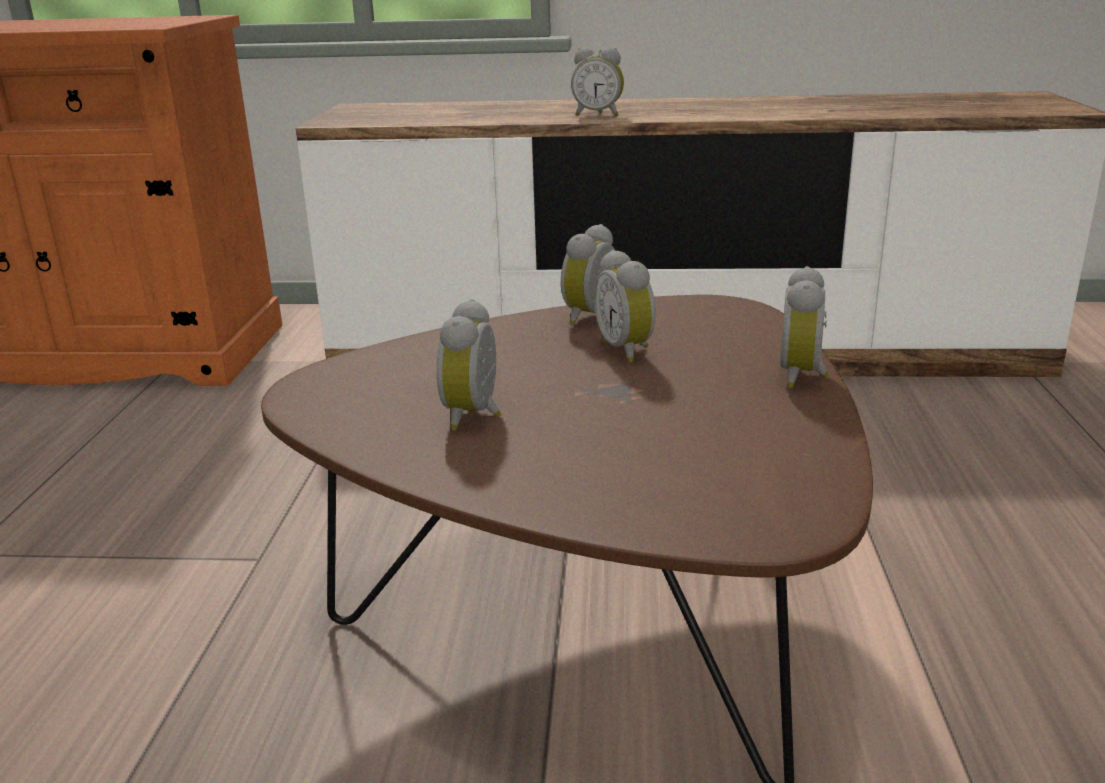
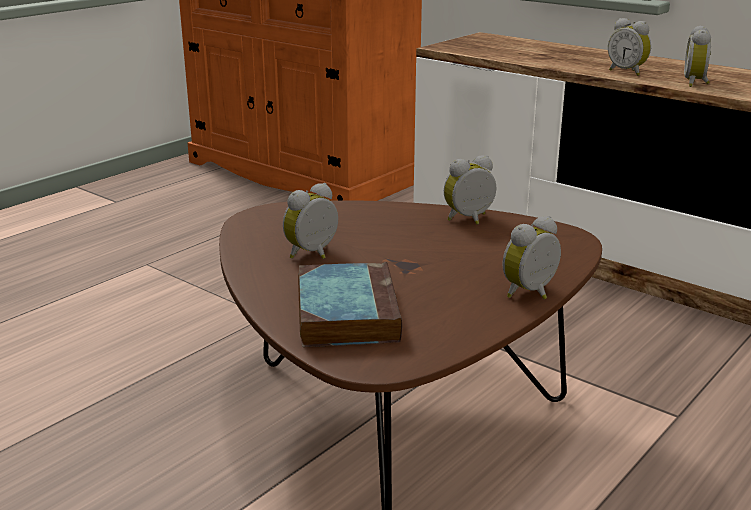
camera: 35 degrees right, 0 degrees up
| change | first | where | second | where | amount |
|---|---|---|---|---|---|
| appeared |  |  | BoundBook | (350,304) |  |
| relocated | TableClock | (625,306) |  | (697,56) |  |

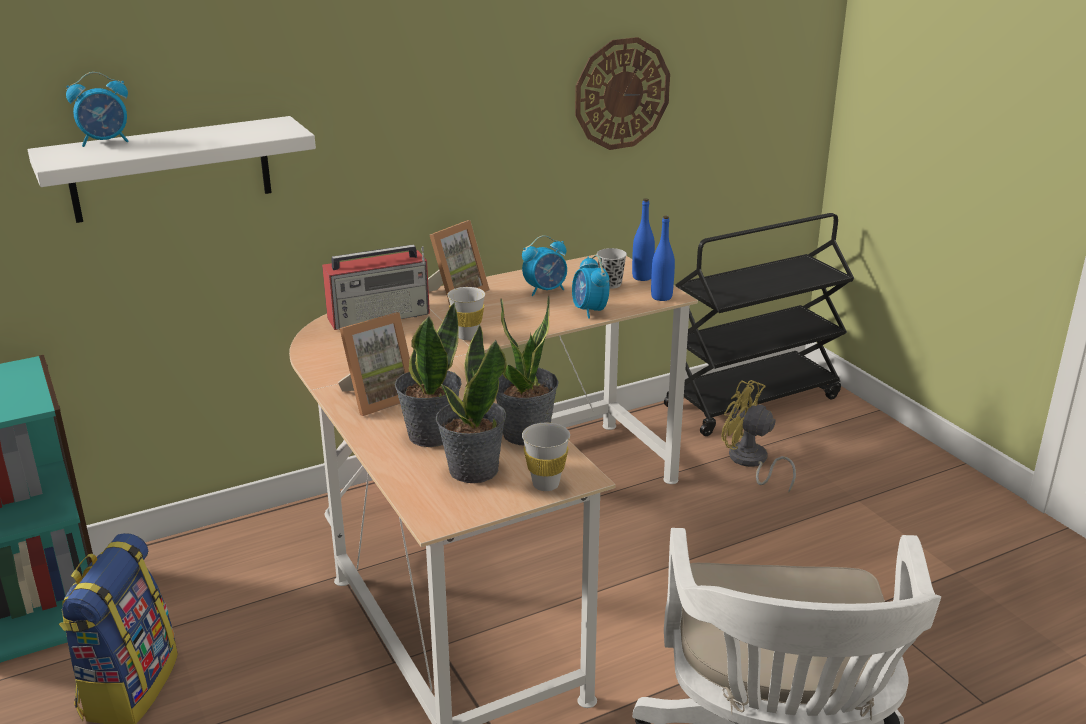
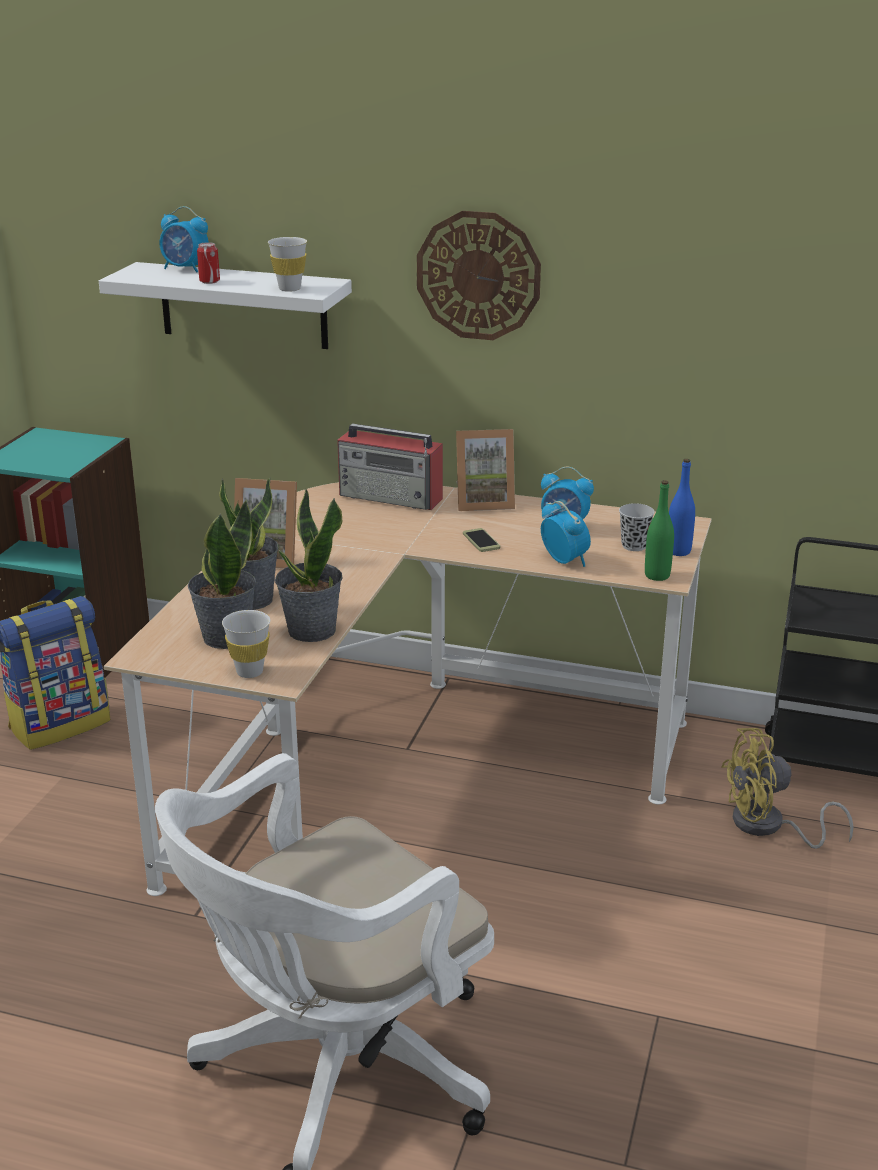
camera: 45 degrees right, 0 degrees up
| change | first | where | second | where | amount |
|---|---|---|---|---|---|
| appeared |  |  | SealedCan | (208,263) |  |
| relocated | WhitishDrinkingCup | (466,313) |  | (287,264) |  |
| relocated | WallClock | (622,93) |  | (479,275) |  |
| appeared |  |  | Telephone | (481,540) |  |
| spun | TableClock | (591,287) |  | (566,534) | 120 degrees clockwise |
| colour | BlueDrinkBottle | (663,258) | GreenColouredDrinkBottle | (659,530) |  |
| spun | YellowishElectricFan | (758,436) |  | (787,788) | 90 degrees counterclockwise |

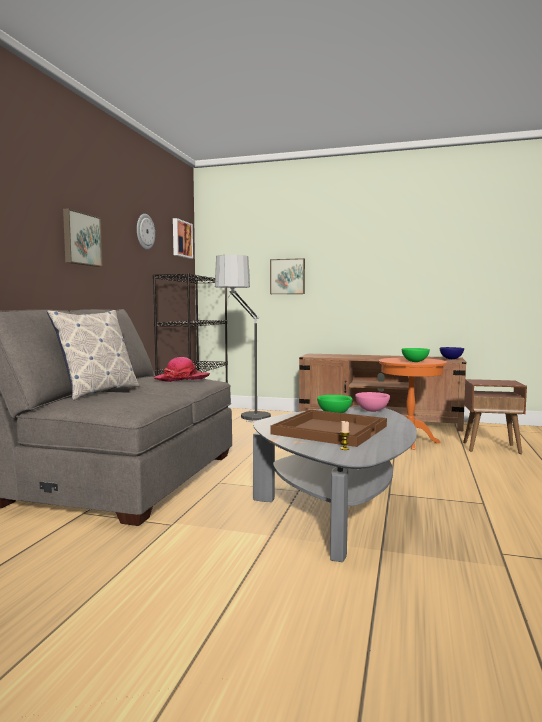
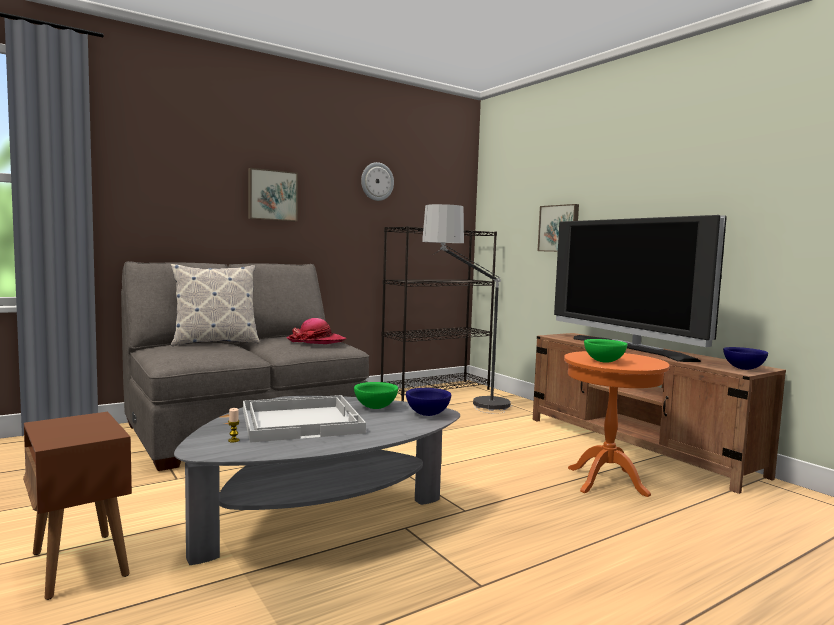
camera: 40 degrees right, 0 degrees up
| change | first | where | second | where | amount |
|---|---|---|---|---|---|
| relocated | BrownishEndTable | (495,416) |  | (77,506) |  |
| colour | BrownishServingTray | (329,428) | WhitishServingTray | (304,419) |  |
| colour | PinkishDeepDish | (372,402) | BlueDeepDish | (428,402) |  |
| appeared |  |  | Tv | (640,288) |  |
| missing | WallArt | (183,238) |  |  |  |

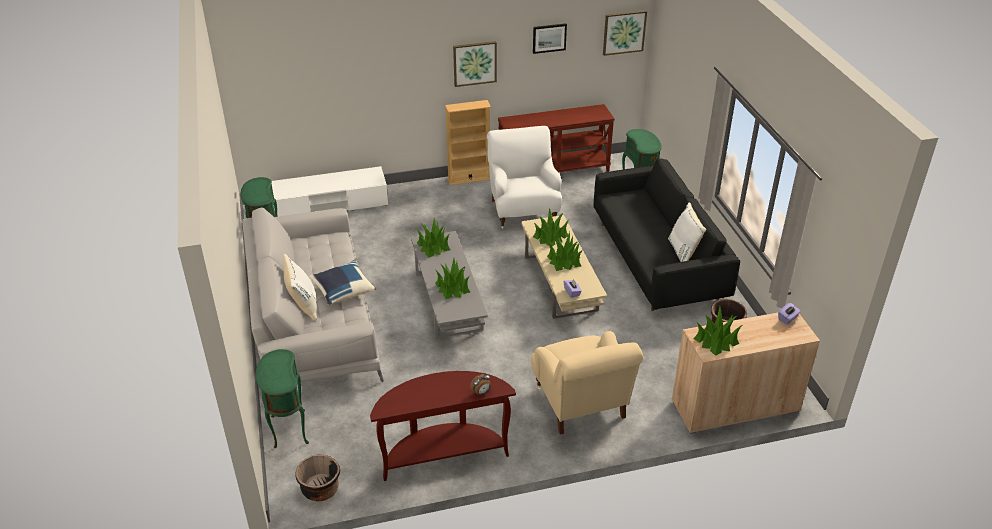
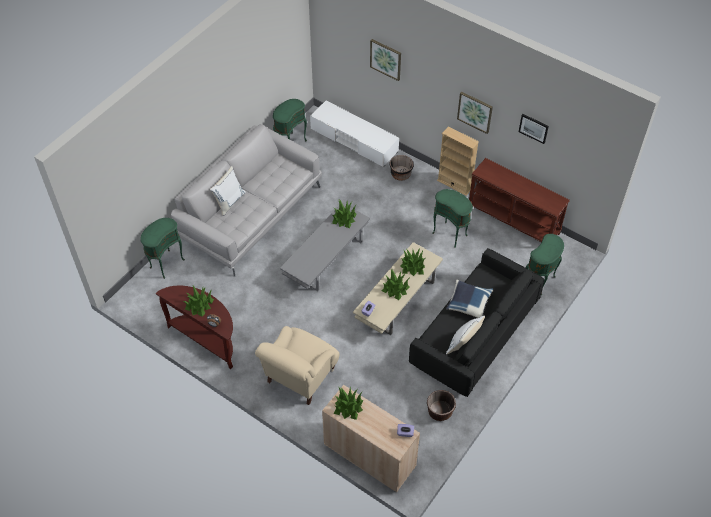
camera: 50 degrees right, 15 degrees up
| change | first | where | second | where | amount |
|---|---|---|---|---|---|
| relocated | Houseplant | (452,278) |  | (199,301) |  |
| relocated | WallArt | (625,33) |  | (385,60) |  |
| relocated | BlackishPlantPot | (317,478) |  | (401,168) |  |
| exchanged | WhitishArmchair | (524,177) | GreenColouredEndTable | (452,218) |  |
| relocated | BlueThrowPillow | (342,282) |  | (469,298) |  |

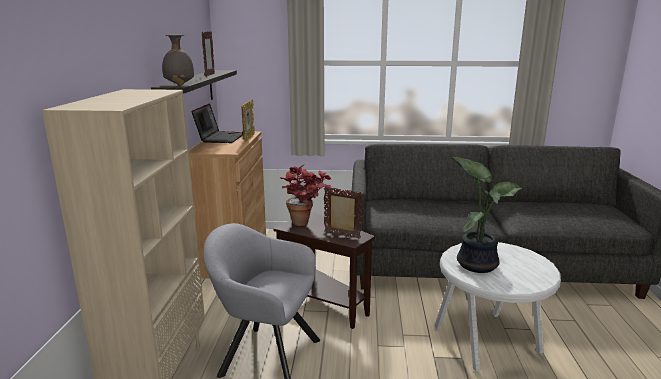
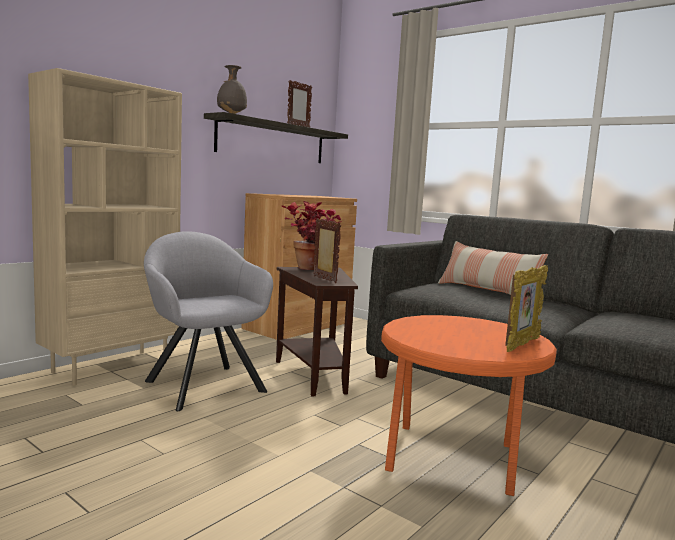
camera: 35 degrees right, 10 degrees down
| change | first | where | second | where | amount |
|---|---|---|---|---|---|
| colour | WhitishEndTable | (498,306) | OrangeyEndTable | (469,405) |  |
| appeared |  |  | ThrowPillow | (493,268) |  |
| relocated | PictureFrame | (248,120) |  | (526,308) |  |
| missing | PortableComputer | (217,123) |  |  |  |
| missing | Houseplant | (487,215) |  |  |  |

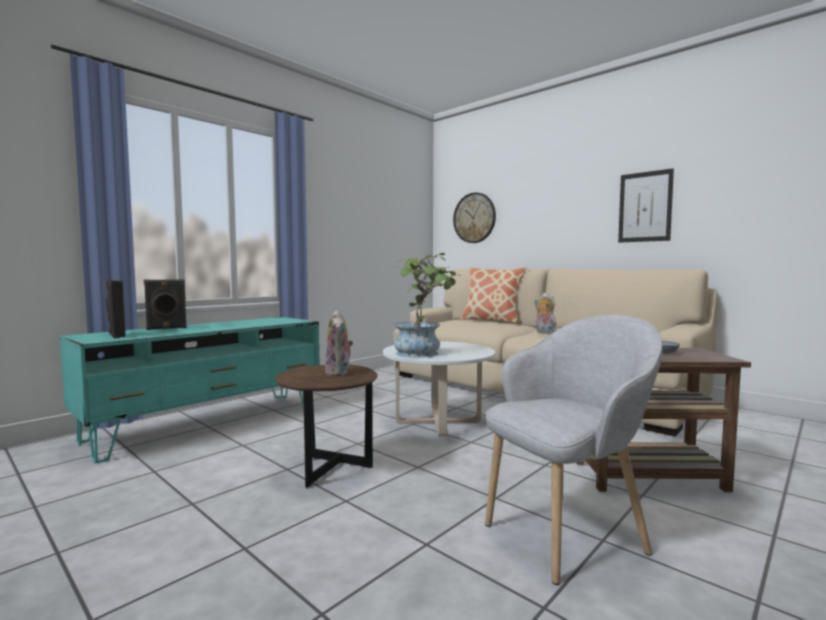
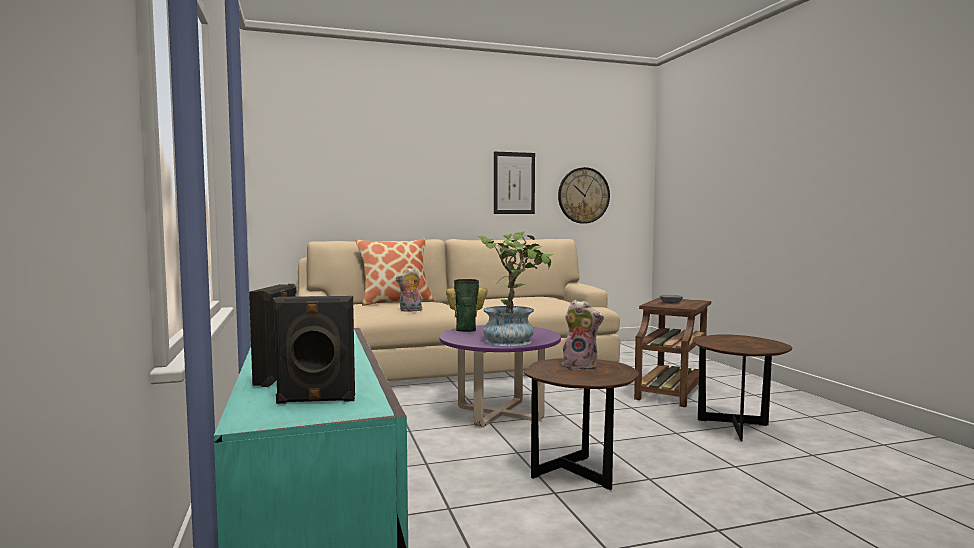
camera: 60 degrees left, 0 degrees up
| change | first | where | second | where | amount |
|---|---|---|---|---|---|
| relocated | SoftToy | (545,313) |  | (409,290) |  |
| colour | WhitishCoffeeTable | (439,389) | PurpleCoffeeTable | (500,376) |  |
| appeared |  |  | DecorativeVase | (467,305) |  |
| relocated | WallClock | (474,217) |  | (584,195) |  |
| exchanged | GreyishArmchair | (573,450) | BrownishEndTable | (742,388) |  |

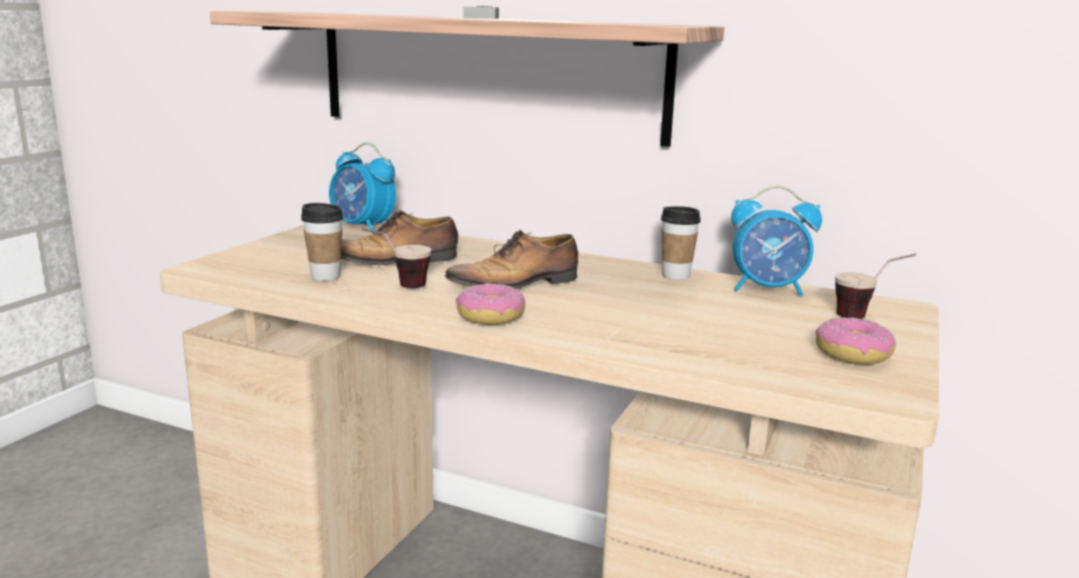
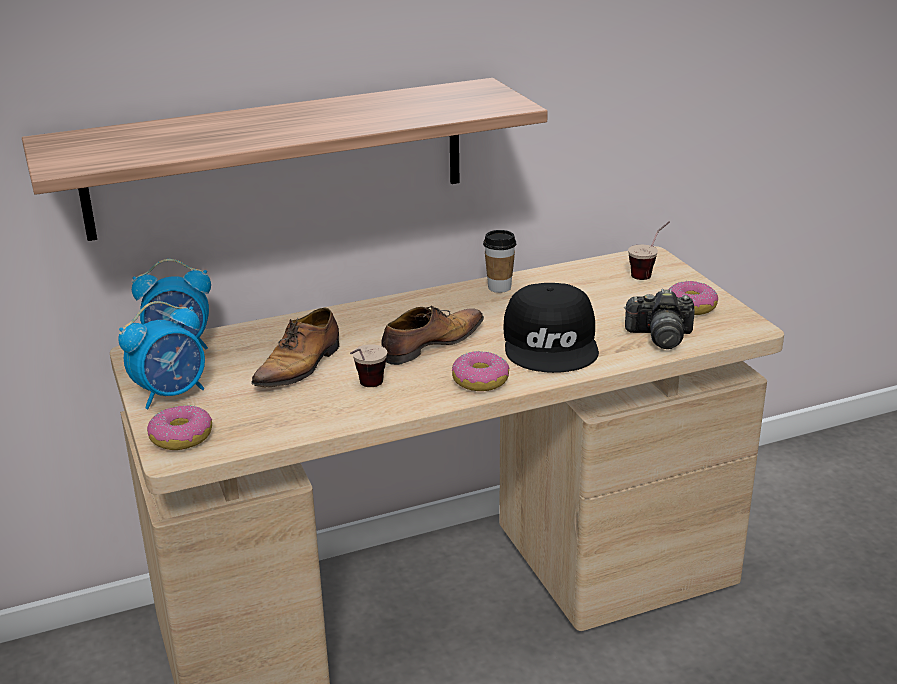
camera: 45 degrees left, 10 degrees up
| change | first | where | second | where | amount |
|---|---|---|---|---|---|
| relocated | TableClock | (776,240) |  | (161,355) |  |
| appeared |  |  | RingDoughnut | (179,427) |  |
| spun | ItemOfFootwear | (511,259) |  | (433,335) | 150 degrees counterclockwise |
| appeared |  |  | BlackishCap | (551,328) |  |
| appeared |  |  | PhotoCamera | (659,319) |  |
| missing | DrinkingCup | (322,242) |  |  |  |
| missing | Joypad | (481,12) |  |  |  |

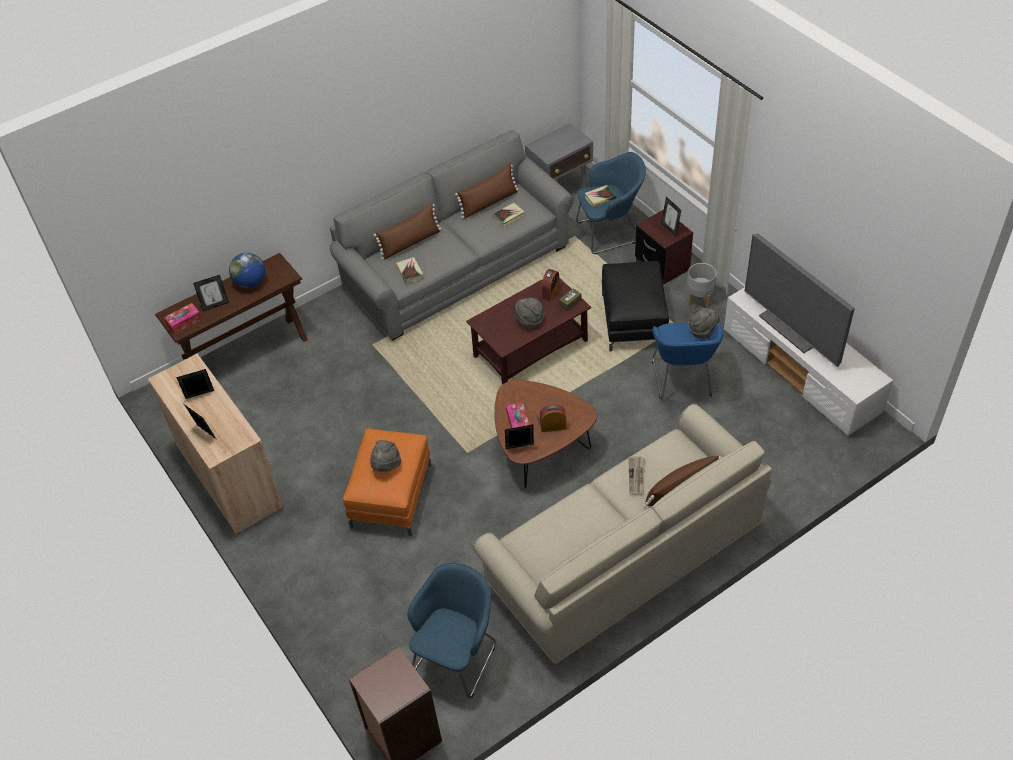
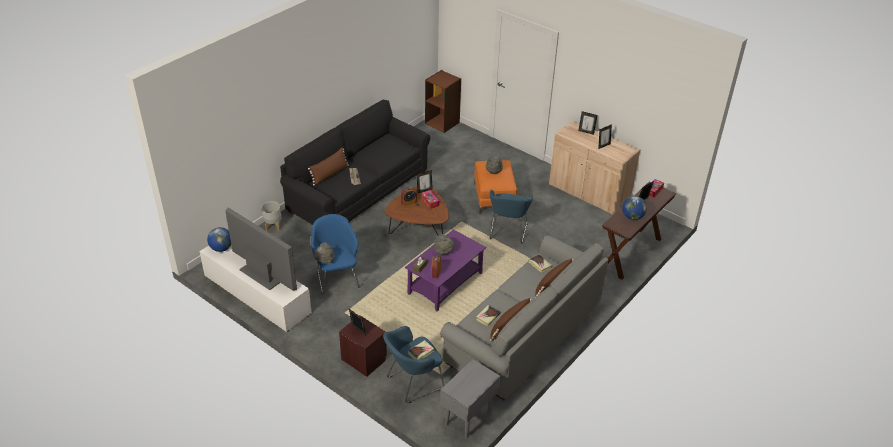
camera: 160 degrees right, 10 degrees down
| change | first | where | second | where | amount |
|---|---|---|---|---|---|
| appeared |  |  | DeskGlobe | (219,239) |  |
| relocated | GreyishPlantPot | (701,285) |  | (271,216) |  |
| colour | BeigeSettee | (622,534) | BlackishSettee | (355,162) |  |
| colour | BrownishCoffeeTable | (528,331) | PurpleCoffeeTable | (445,270) |  |
| relocated | BlueArmchair | (451,631) |  | (511,216) |  |
| missing | BlackishOttoman | (635,306) |  |  |  |

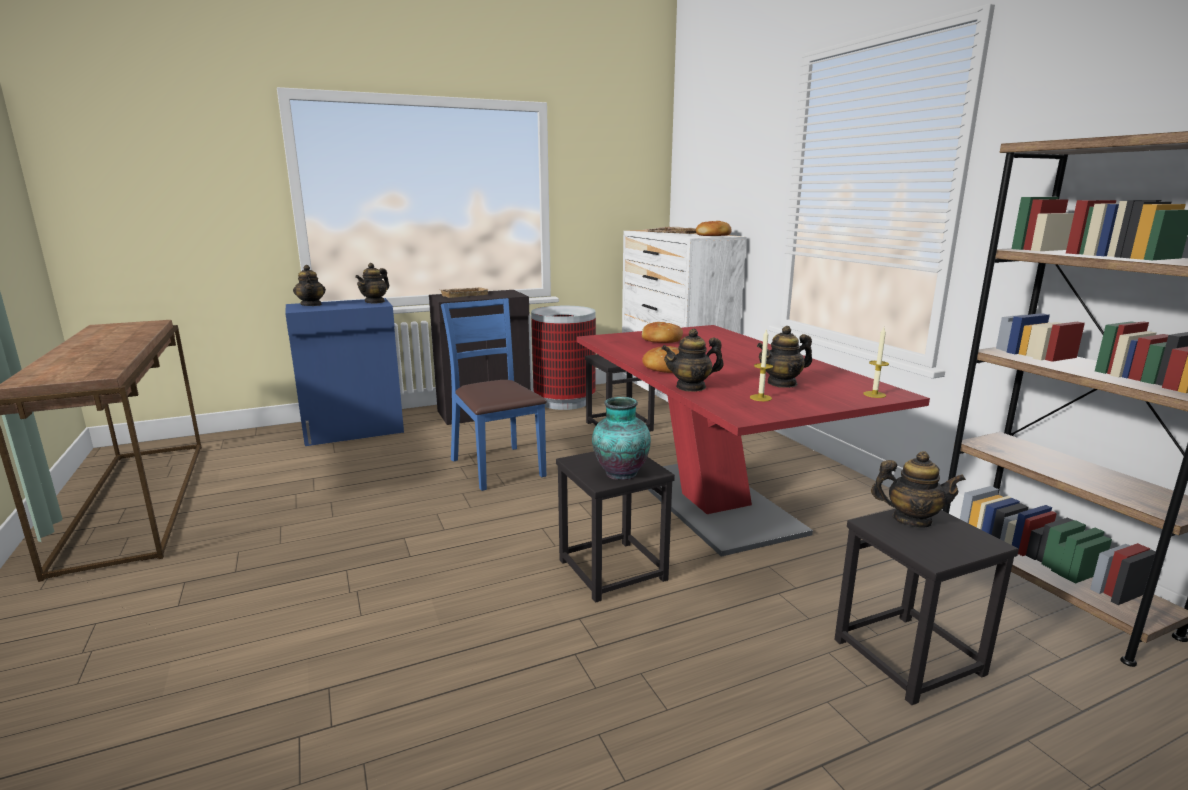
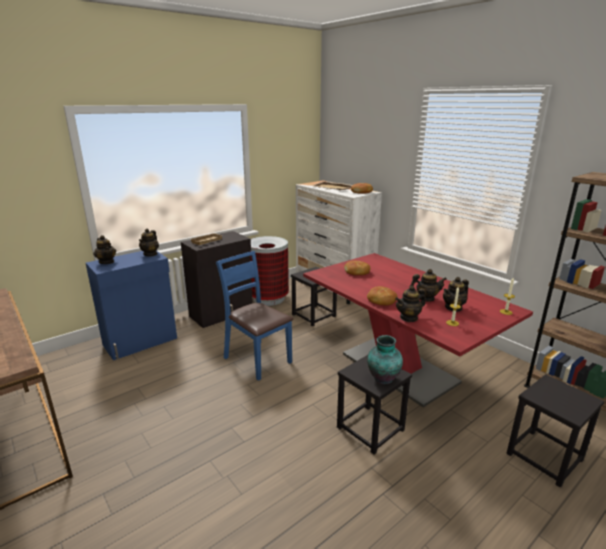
camera: 15 degrees left, 5 degrees up
| change | first | where | second | where | amount |
|---|---|---|---|---|---|
| relocated | PotForTea | (918,489) |  | (428,285) |  |

